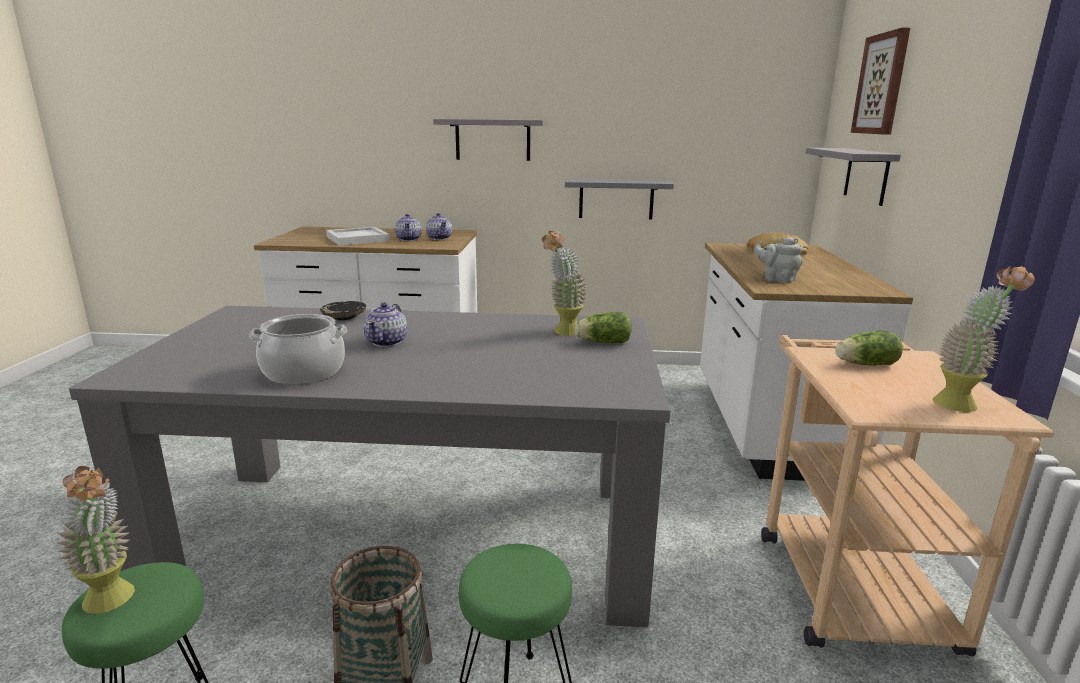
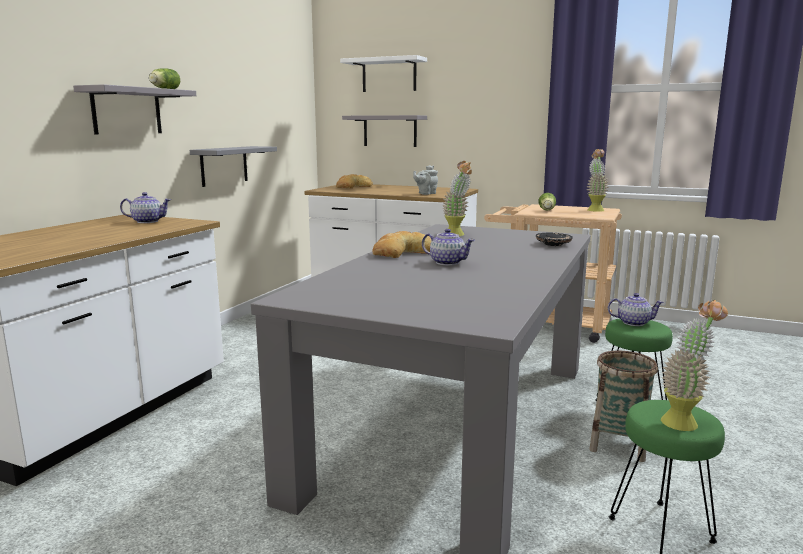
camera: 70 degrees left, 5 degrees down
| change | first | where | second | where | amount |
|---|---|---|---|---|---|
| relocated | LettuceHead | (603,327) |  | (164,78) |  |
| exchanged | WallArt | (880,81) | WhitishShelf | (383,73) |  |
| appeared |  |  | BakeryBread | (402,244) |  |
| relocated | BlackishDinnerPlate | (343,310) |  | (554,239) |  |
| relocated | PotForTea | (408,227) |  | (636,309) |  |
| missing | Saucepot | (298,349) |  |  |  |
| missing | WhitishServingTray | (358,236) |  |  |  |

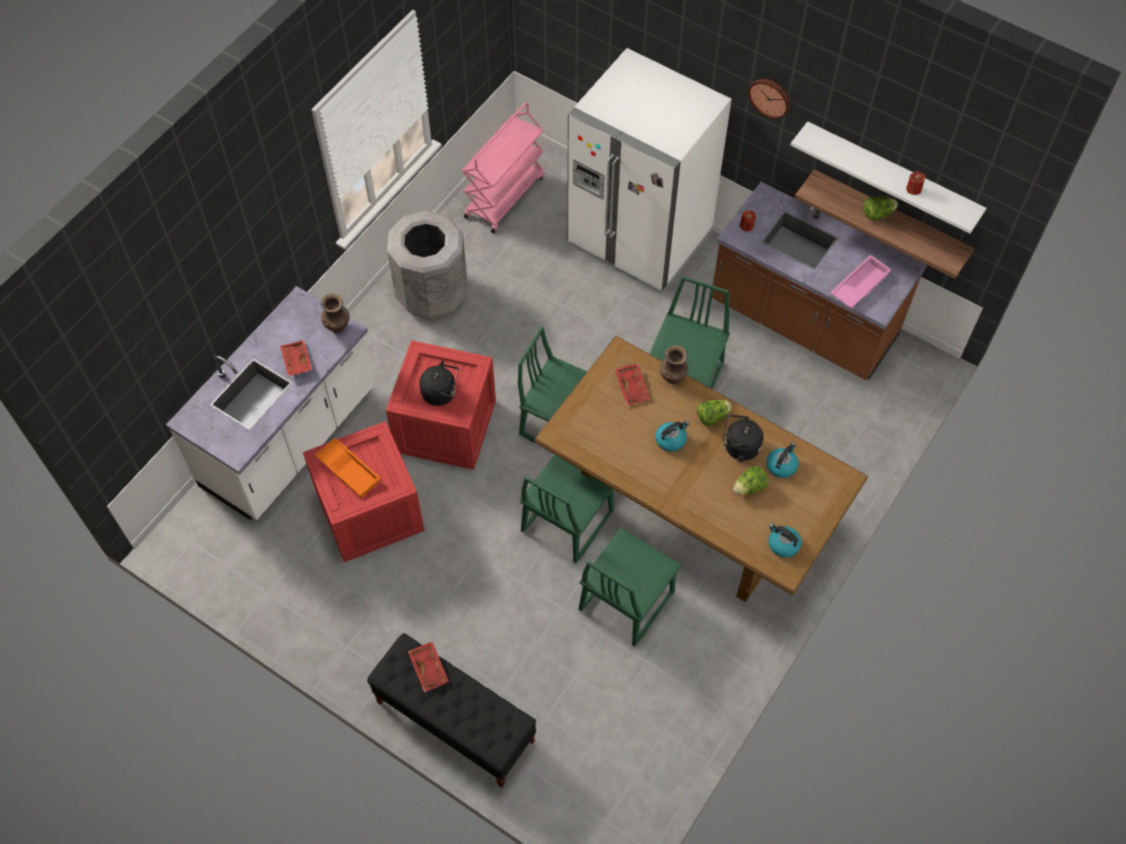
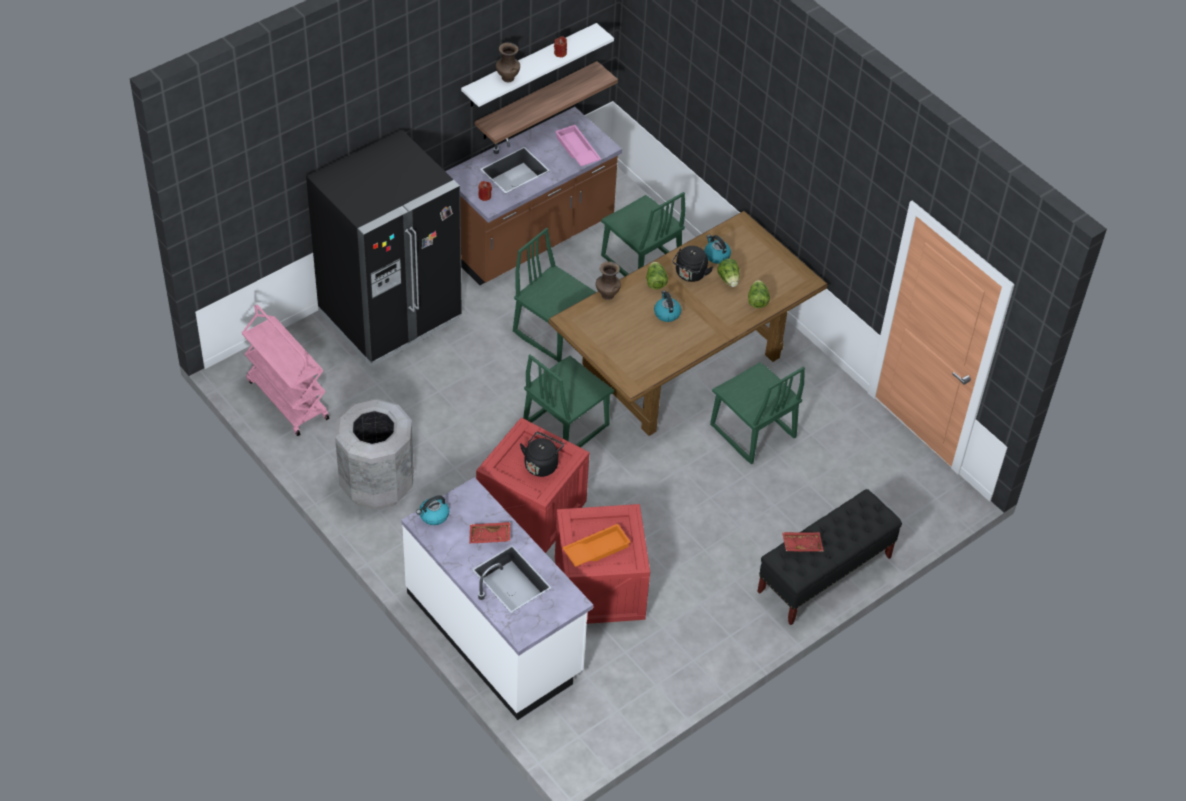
camera: 75 degrees left, 10 degrees down
| change | first | where | second | where | amount |
|---|---|---|---|---|---|
| colour | WhitishFridge | (649,171) | BlackishFridge | (384,248) |  |
| relocated | Kettle | (785,540) |  | (432,510) |  |
| relocated | BrownishDecorativeVase | (335,313) |  | (508,62) |  |
| relocated | GreenColouredChair | (567,508) |  | (643,234) |  |
| relocated | LettuceHead | (880,208) |  | (759,294) |  |
| missing | ReddishServingTray | (632,384) |  |  |  |
| missing | WallClock | (769,99) |  |  |  |

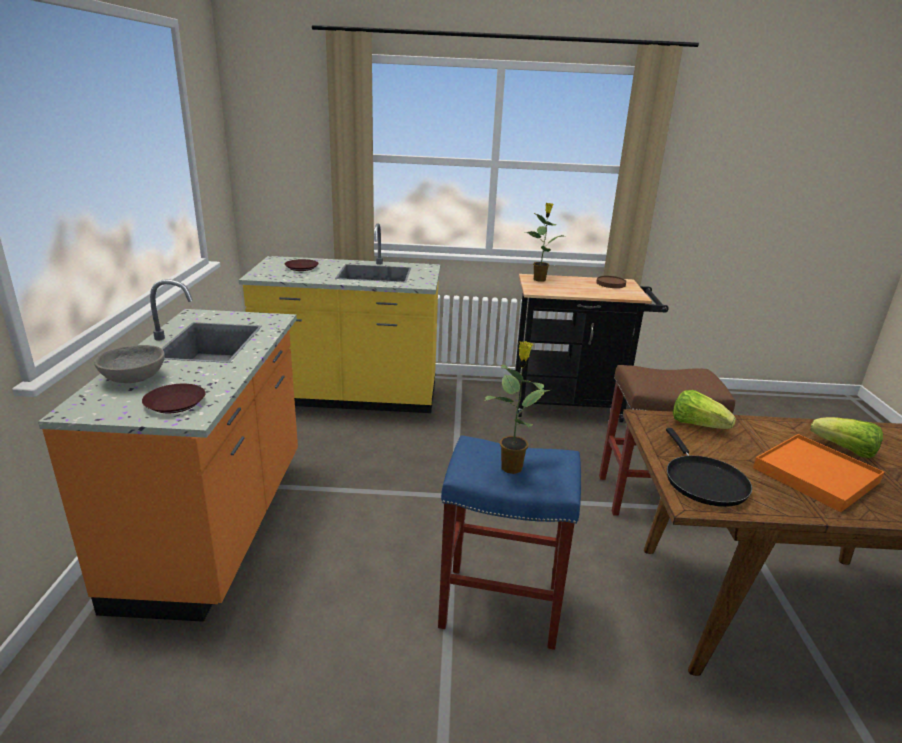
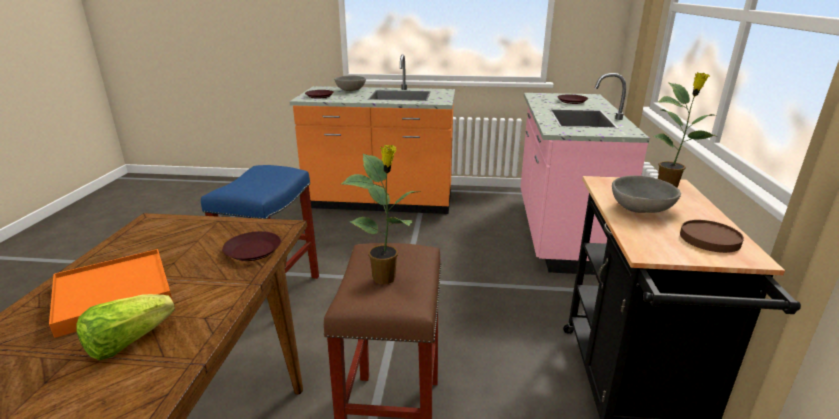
camera: 95 degrees right, 0 degrees up
| change | first | where | second | where | amount |
|---|---|---|---|---|---|
| exchanged | LettuceHead | (704,409) | BrownishDinnerPlate | (251,246) |  |
| relocated | Houseplant | (517,407) |  | (381,214) |  |
| colour | YellowishKitchenCounter | (339,318) | PinkishKitchenCounter | (585,174) |  |
| appeared |  |  | GreyishDeepDish | (646,194) |  |
| missing | BlackishPan | (709,467) |  |  |  |

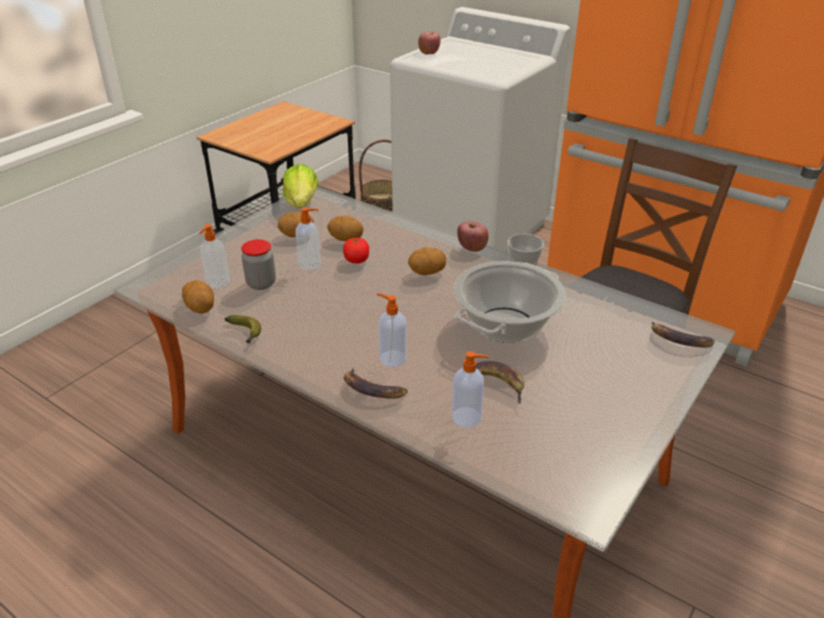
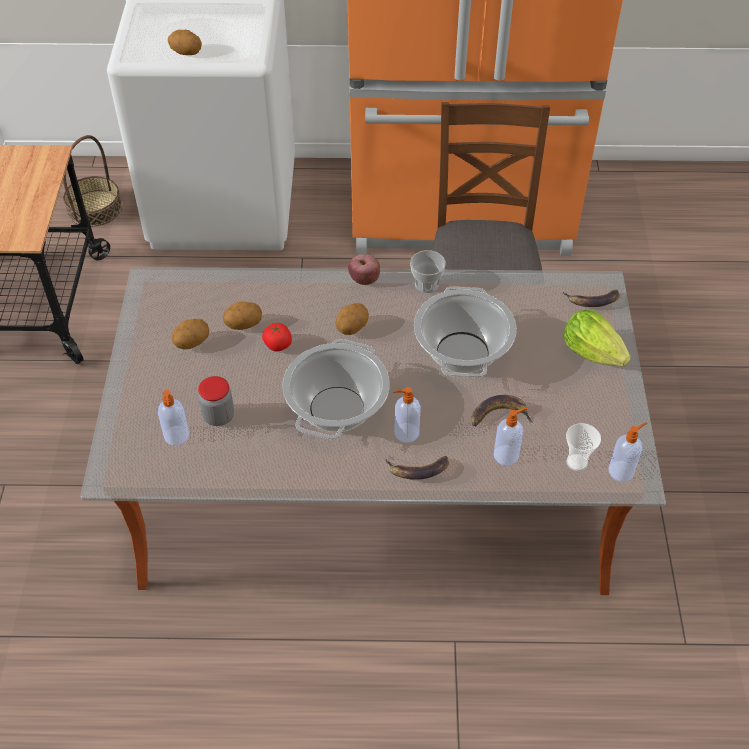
camera: 35 degrees left, 15 degrees up
| change | first | where | second | where | amount |
|---|---|---|---|---|---|
| relocated | WholePotato | (198,297) |  | (185,42) |  |
| appeared |  |  | Saucepot | (336,389) |  |
| relocated | LettuceHead | (300,186) |  | (597,338) |  |
| appeared |  |  | DrinkingCup | (583,447) |  |
| relocated | LiquidSoapBottle | (308,238) |  | (627,452) |  |
| missing | BananaFruit | (243,329) |  |  |  |
| missing | Apple | (429,43) |  |  |  |

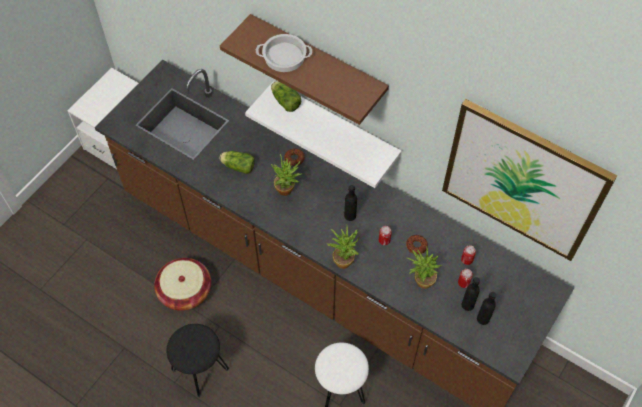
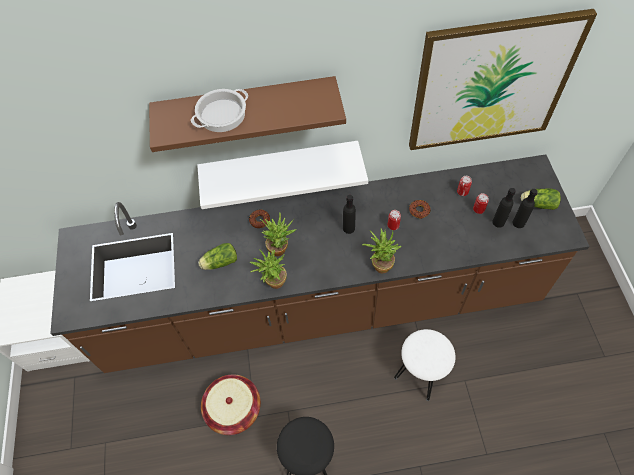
camera: 40 degrees left, 0 degrees up
| change | first | where | second | where | amount |
|---|---|---|---|---|---|
| relocated | Houseplant | (424,268) |  | (268,269) |  |
| relocated | LettuceHead | (286,96) |  | (541,199) |  |

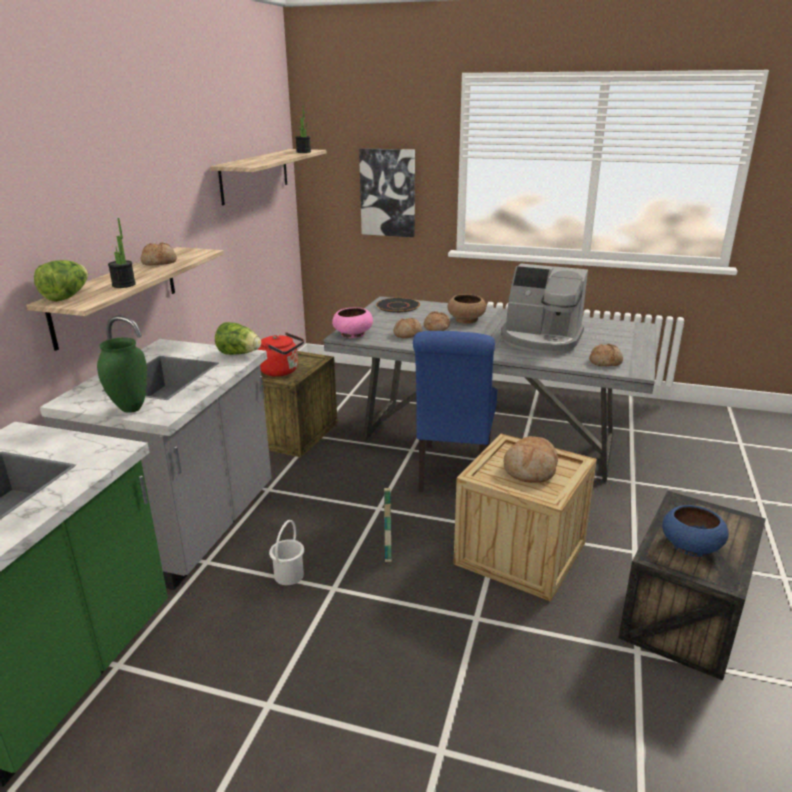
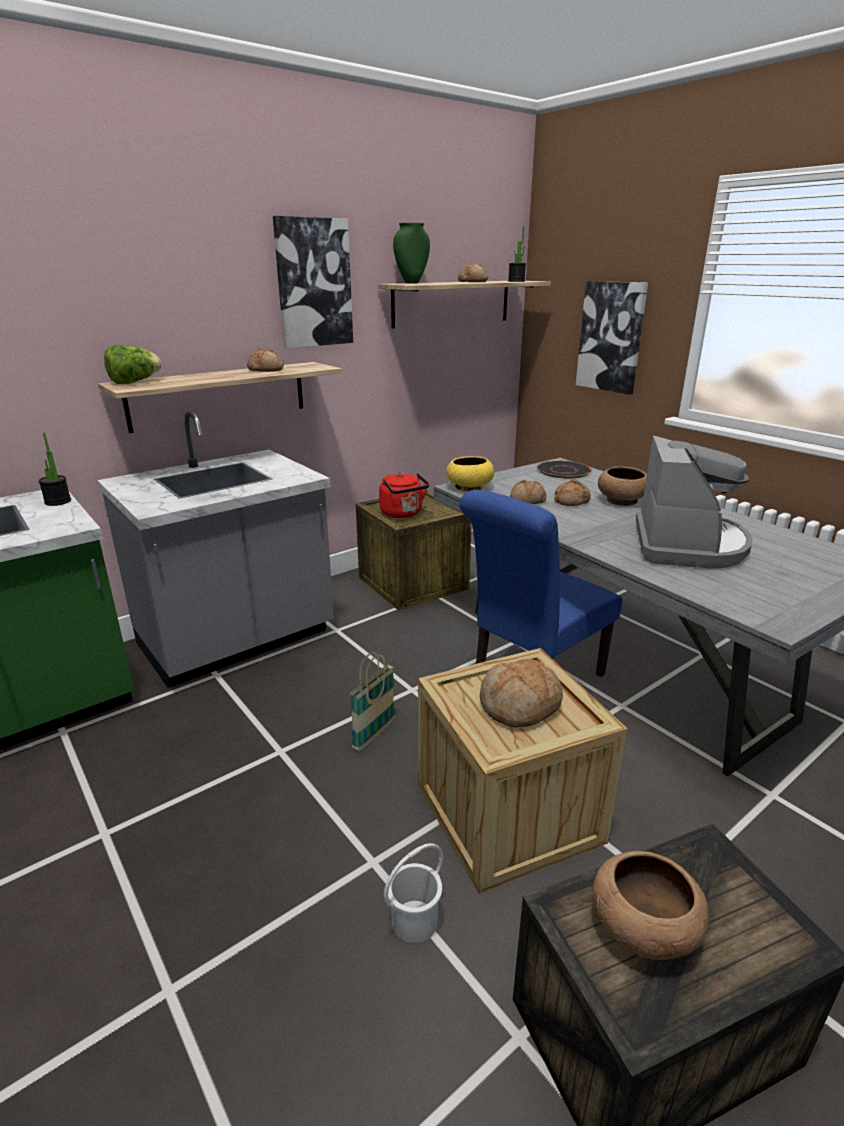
camera: 35 degrees right, 0 degrees up
| change | first | where | second | where | amount |
|---|---|---|---|---|---|
| relocated | Houseplant | (122,253) |  | (55,469) |  |
| appeared |  |  | WallArt | (313,282) |  |
| relocated | WhitishBucket | (286,552) |  | (413,893) |  |
| relocated | GreenColouredDecorativeVase | (122,375) |  | (411,253) |  |
| colour | PinkishDeepDish | (352,322) | YellowishDeepDish | (470,474) |  |
| relocated | BakeryBread | (606,355) |  | (473,273) |  |
| colour | BlueDeepDish | (695,531) | BrownishDeepDish | (651,905) |  |
| spun | CoffeeBrewer | (544,309) |  | (694,502) | 135 degrees counterclockwise |
| missing | LettuceHead | (238,338) |  |  |  |

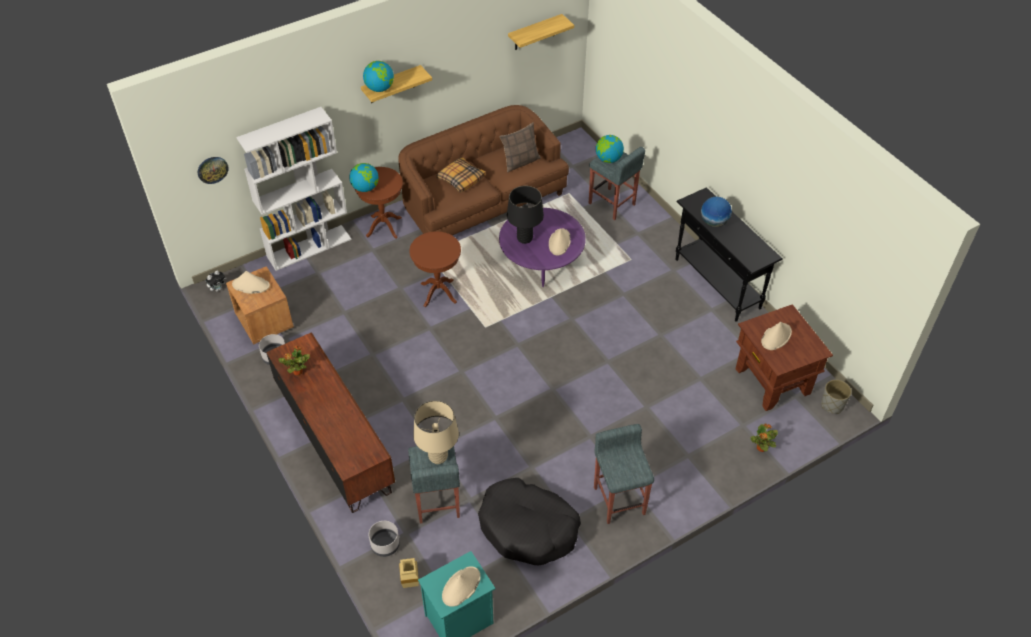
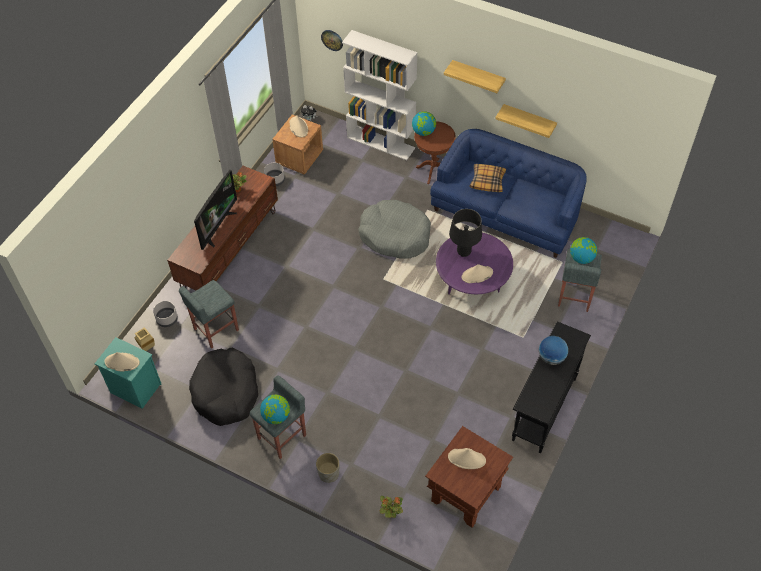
camera: 60 degrees right, 5 degrees up
| change | first | where | second | where | amount |
|---|---|---|---|---|---|
| appeared |  |  | Tv | (215,210) |  |
| relocated | DeskGlobe | (378,76) |  | (275,409) |  |
| relocated | GreyishPlantPot | (836,397) |  | (327,468) |  |
| exchanged | BrownishEndTable | (435,269) | GreyishDogBed | (394,229) |  |
| colour | BrownishSettee | (483,170) | BlueSettee | (508,193) |  |
| relocated | Shelf | (541,32) |  | (526,121) |  |
| missing | BeigeLampForATable | (436,432) |  |  |  |
| missing | ThrowPillow | (520,147) |  |  |  |

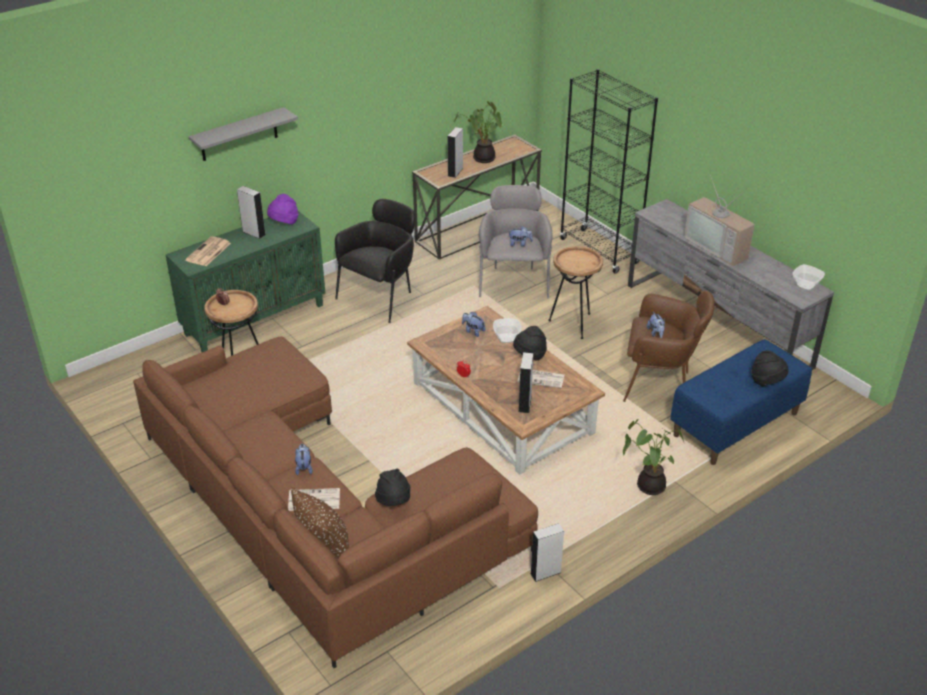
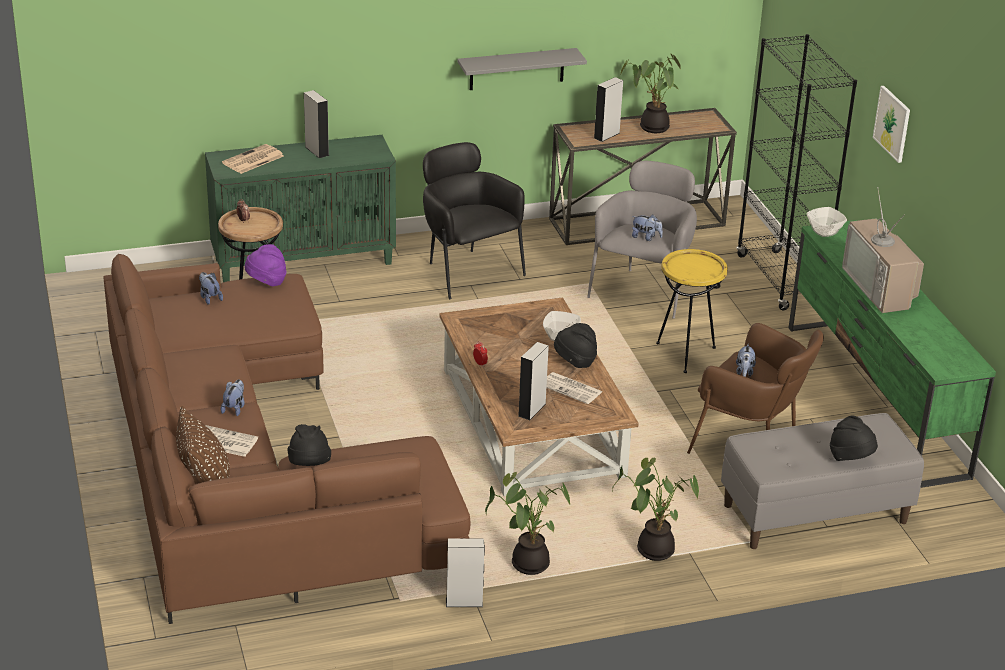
camera: 20 degrees right, 5 degrees down
| change | first | where | second | where | amount |
|---|---|---|---|---|---|
| relocated | SoftToy | (474,324) |  | (211,288) |  |
| relocated | PurpleClothingHat | (282,209) |  | (265,265) |  |
| spun | BlackishArmchair | (375,261) |  | (474,220) | 90 degrees counterclockwise |
| relocated | GreyishShelf | (243,134) |  | (522,69) |  |
| appeared |  |  | Houseplant | (527,523) |  |
| colour | BrownishEndTable | (576,292) | YellowishEndTable | (692,311) |  |
| colour | BlueIndoorBench | (741,402) | GreyishIndoorBench | (822,481) |  |
| colour | GreyishTvStand | (731,284) | GreenColouredTvStand | (892,354) |  |
| relocated | DeepDish | (808,277) |  | (827,222) |  |
| appeared |  |  | WallArt | (891,124) |  |

